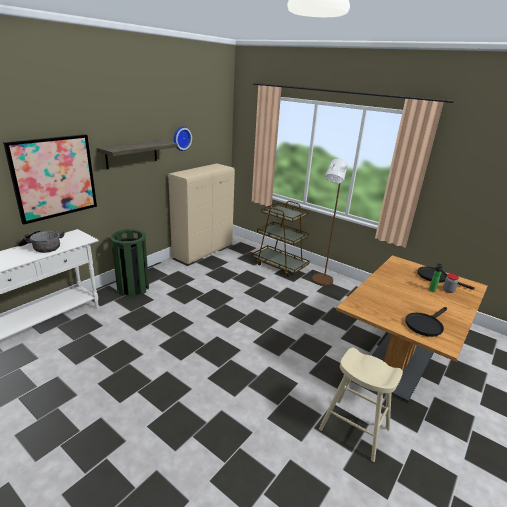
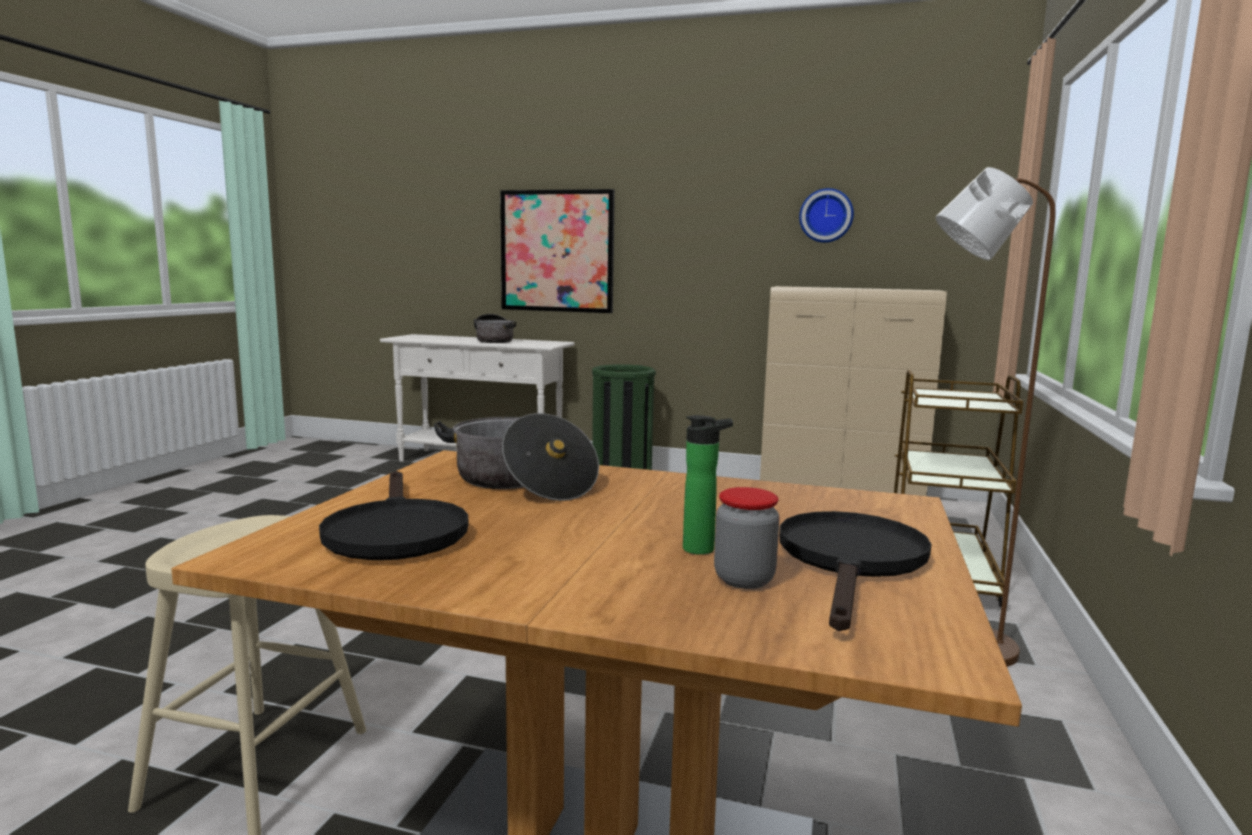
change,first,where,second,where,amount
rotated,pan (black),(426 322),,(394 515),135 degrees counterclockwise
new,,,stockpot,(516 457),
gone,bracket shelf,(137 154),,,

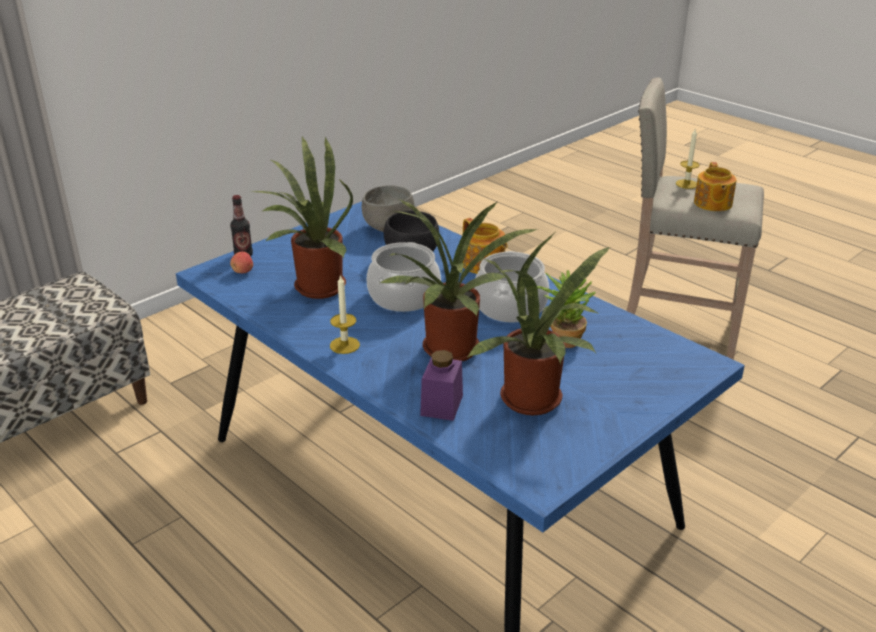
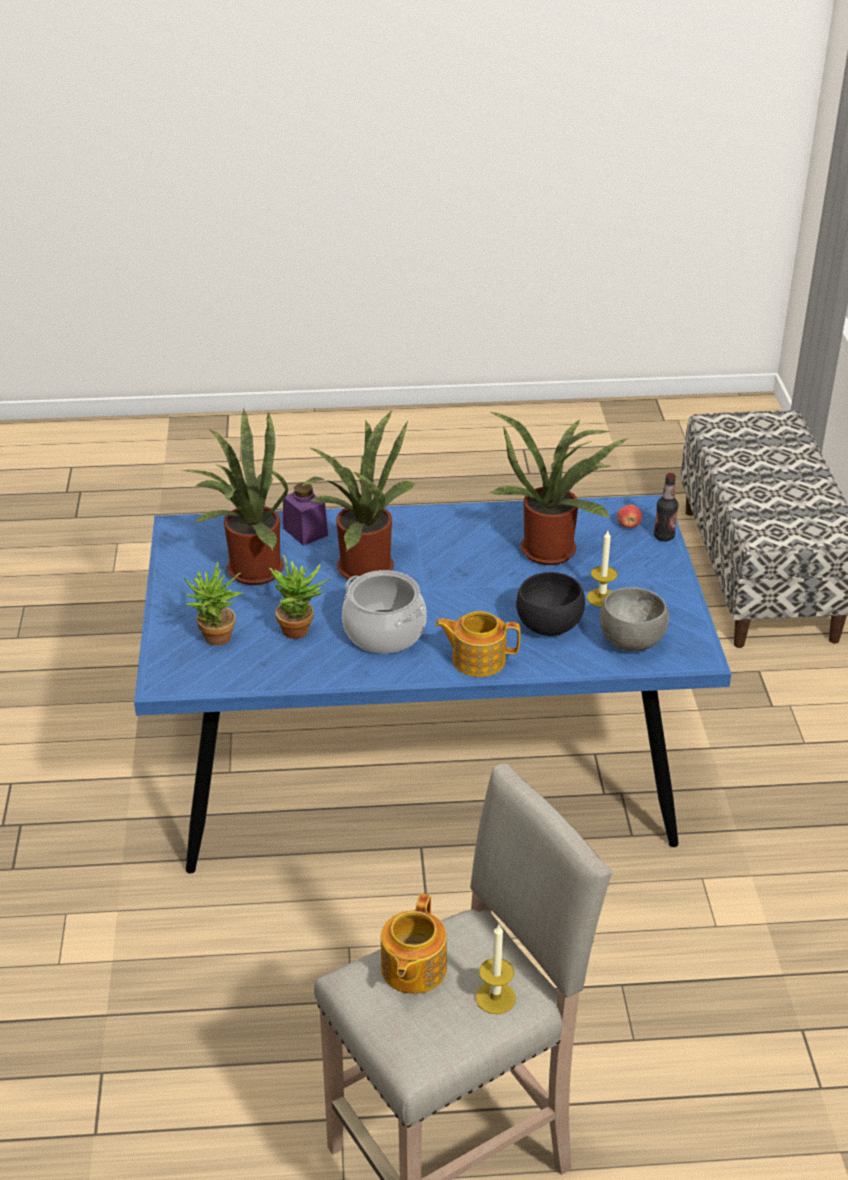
change,first,where,second,where,amount
new,,,potted plant,(214 604),
rotated,tea pot,(715 186),,(414 944),120 degrees counterclockwise
shifted,candle,(345 314),,(602 569),
gone,stockpot,(404 277),,,

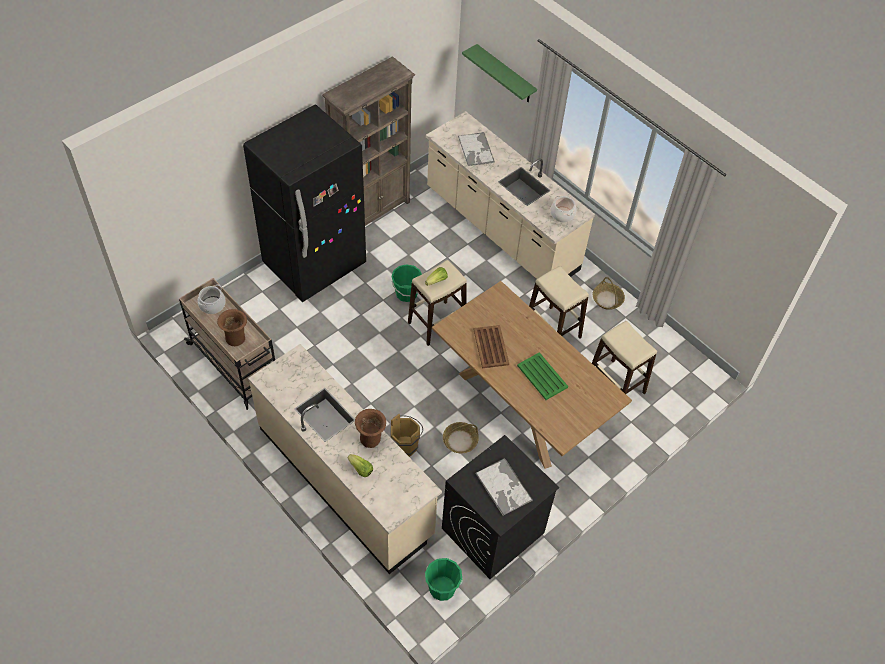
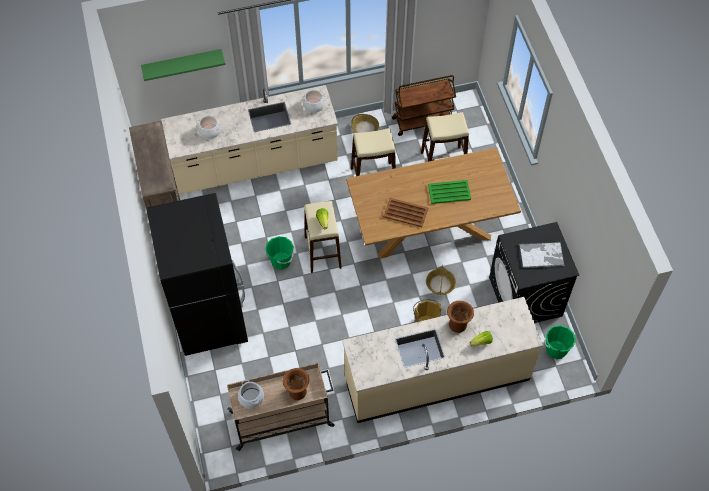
change,first,where,second,where,amount
swapped,carrying tray,(476 149),stockpot,(209 127),
new,,,trolley (brown-coloured),(424 105),

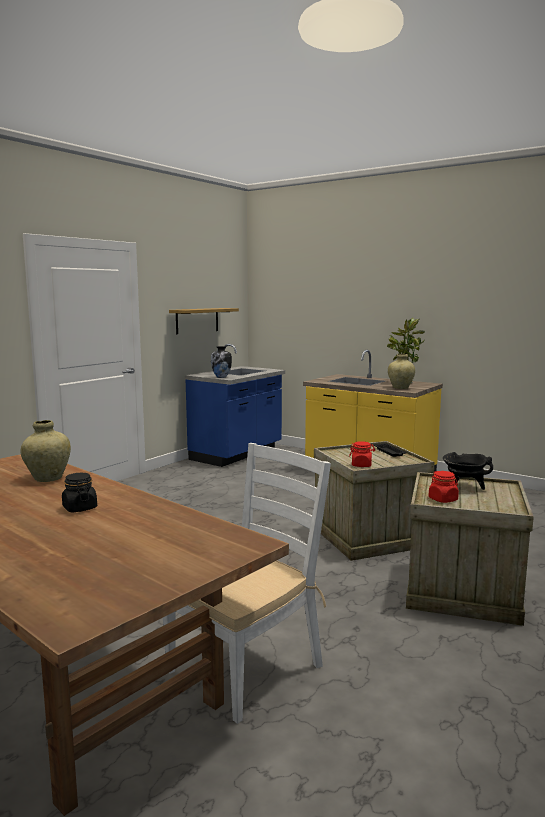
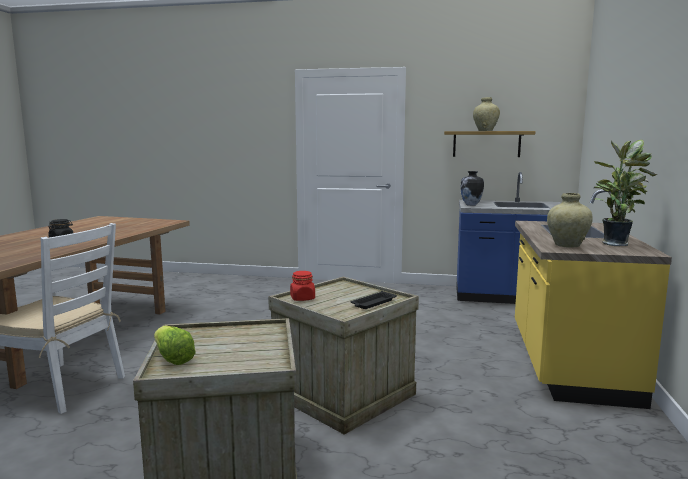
change,first,where,second,where,amount
new,,,head of lettuce,(175 345),
shifted,flower vase (beige),(46 451),,(486 114),
gone,preserve jar (red),(444 487),,,
gone,stockpot (black),(468 471),,,

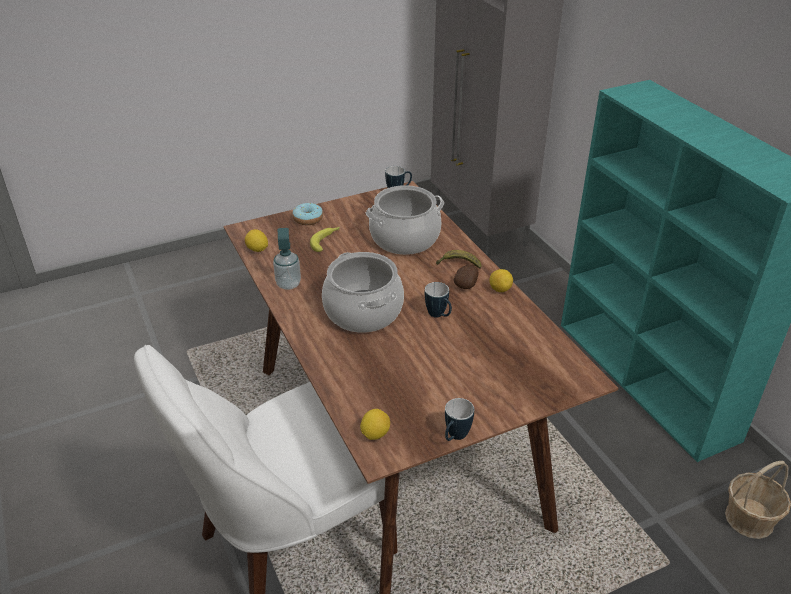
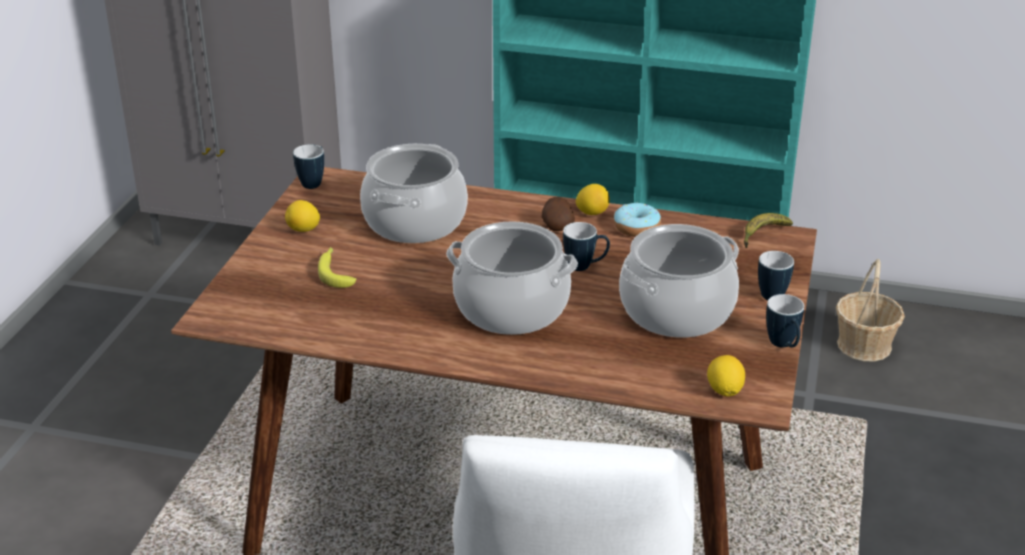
change,first,where,second,where,amount
shifted,lemon,(256 240),,(302 216),
shifted,doughnut,(308 214),,(637 220),
new,,,stockpot,(679 281),
shifted,banana fruit,(459 259),,(768 230),
new,,,coffee mug,(776 275),
gone,liquid soap bottle,(287 259),,,

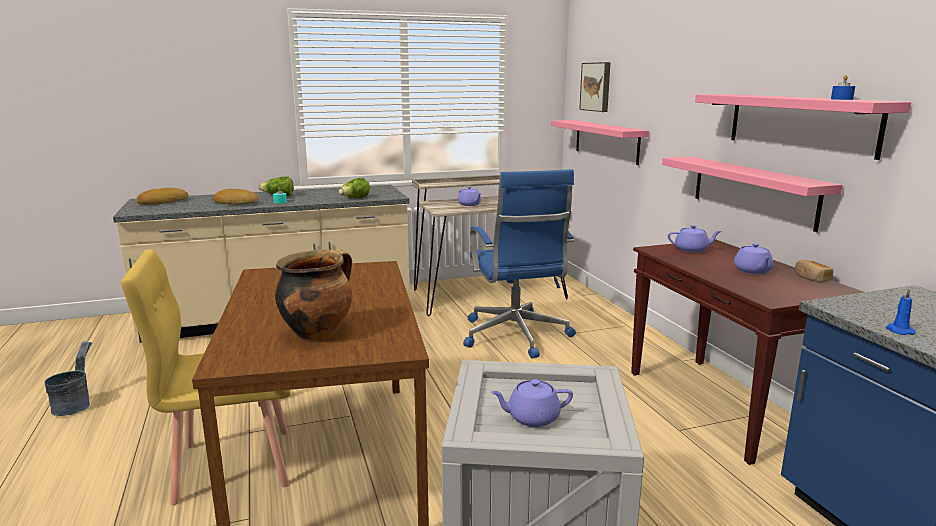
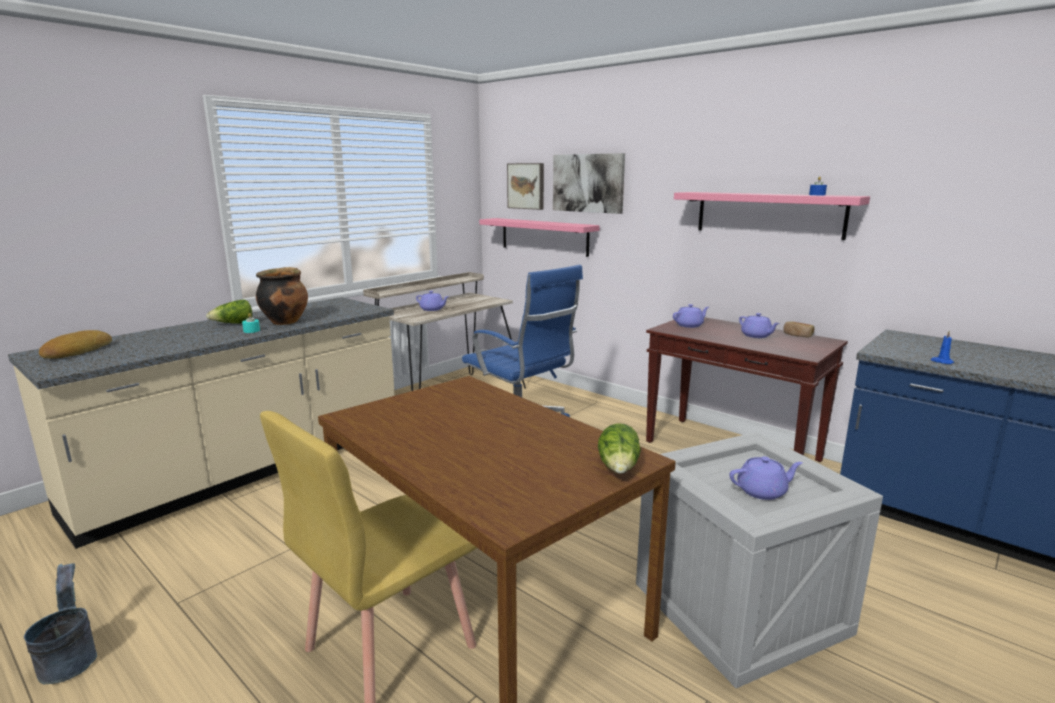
change,first,where,second,where,amount
shifted,stockpot,(313 295),,(282 296),
new,,,wall art,(589 183),
shifted,head of lettuce,(354 188),,(619 448),
rotated,tea pot (purple),(532 403),,(766 478),150 degrees counterclockwise
gone,bread,(236 197),,,
gone,bracket shelf (pink-coloured),(752 194),,,

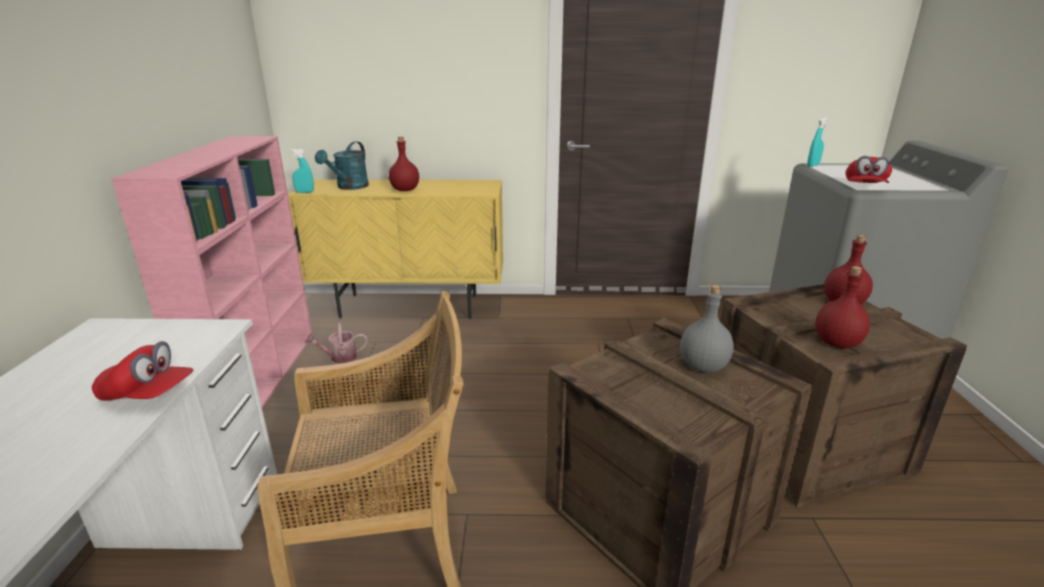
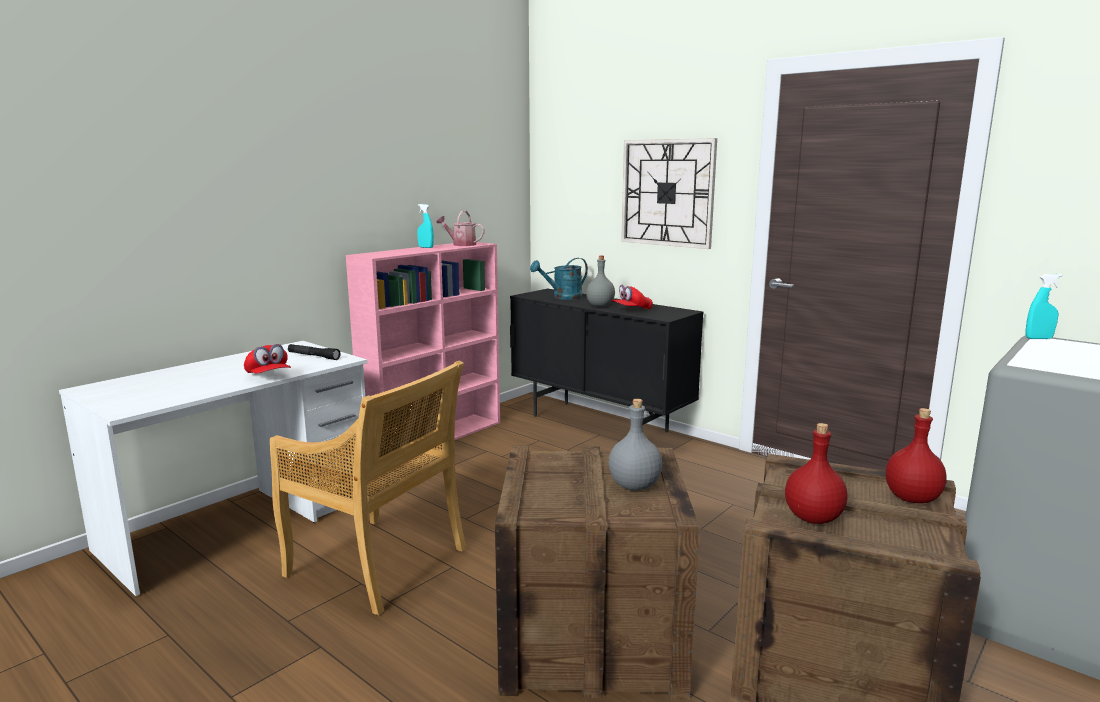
change,first,where,second,where,amount
new,,,hand torch (black),(314 352),
shifted,sprayer (blue-green),(302 171),,(425 226),
shifted,watering can,(336 343),,(460 228),
repainted,cabinet (yellow-coloured),(395 249),cabinet (black),(606 361),
repainted,beverage bottle (red),(404 164),beverage bottle (grey),(600 281),
shifted,baseball cap (red),(868 169),,(632 297),
new,,,hanging clock,(669 193),

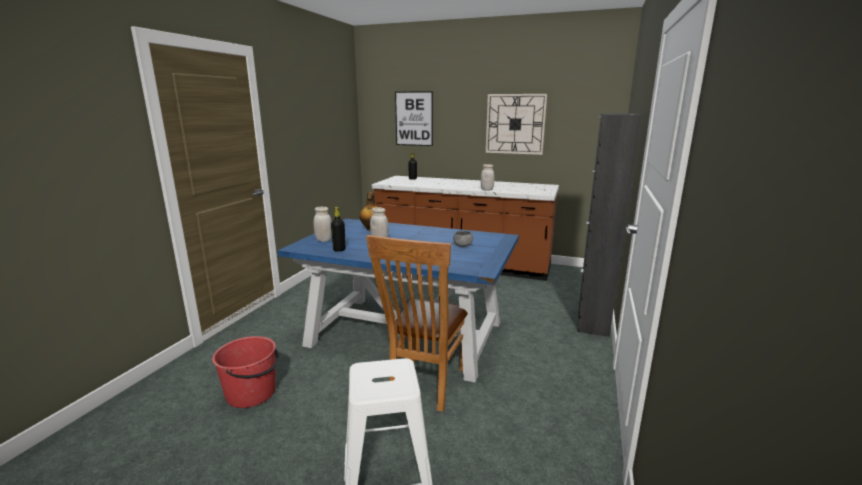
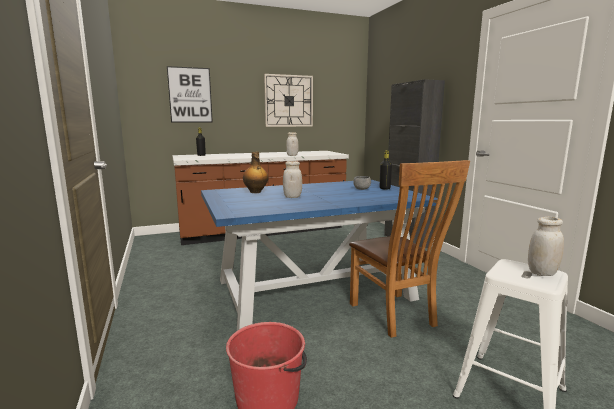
change,first,where,second,where,amount
shifted,beverage bottle (black),(338 229),,(386 169),
shifted,preserve jar (whitish),(323 224),,(546 246),

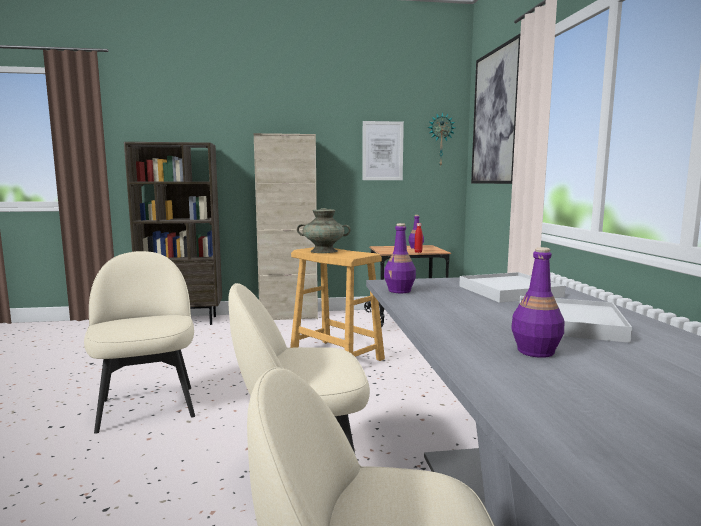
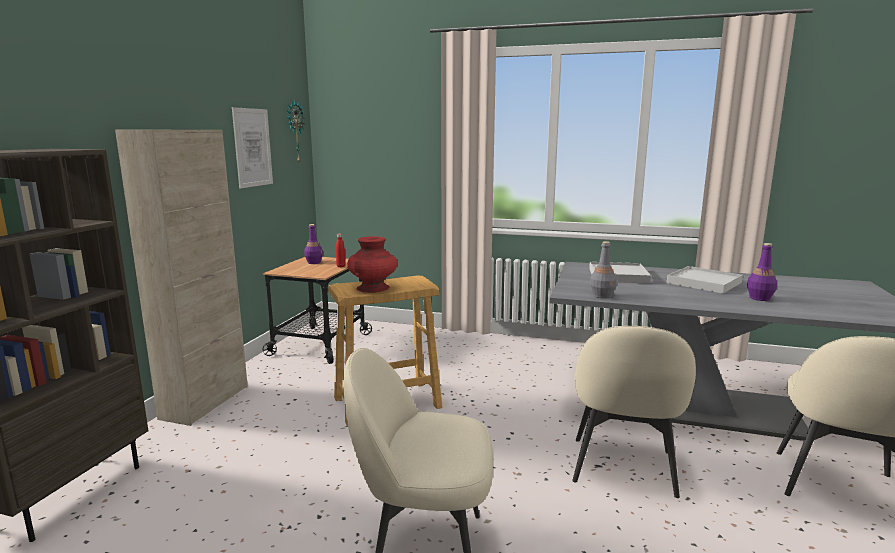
change,first,where,second,where,amount
repainted,flower vase (blue-green),(324 230),flower vase (red),(372 264),
repainted,beverage bottle (purple),(400 258),beverage bottle (grey),(603 270),
gone,wall art,(495 109),,,

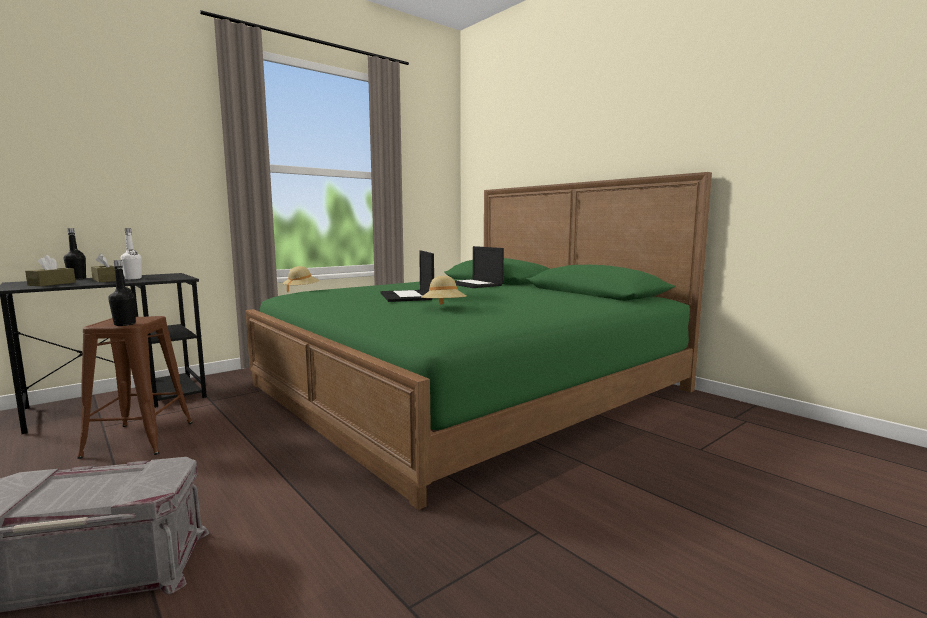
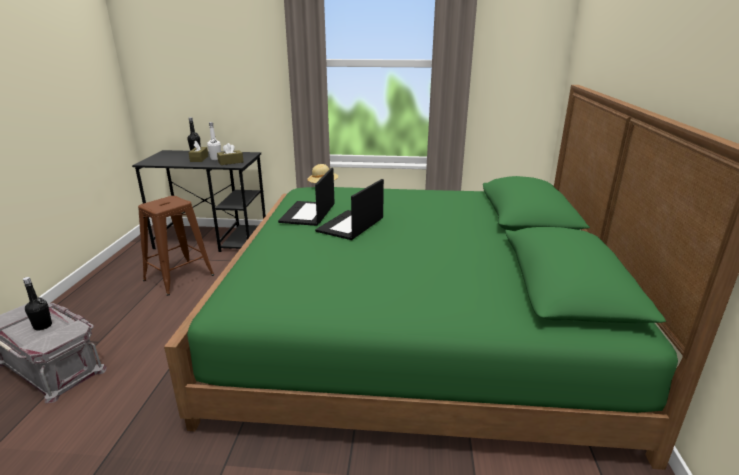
change,first,where,second,where,amount
shifted,beverage bottle (black),(122 293),,(37 304),
shifted,tissue box (brown-coloured),(50 270),,(230 154),
shifted,notebook computer,(479 267),,(306 197),
gone,clothing hat (beige),(443 290),,,

